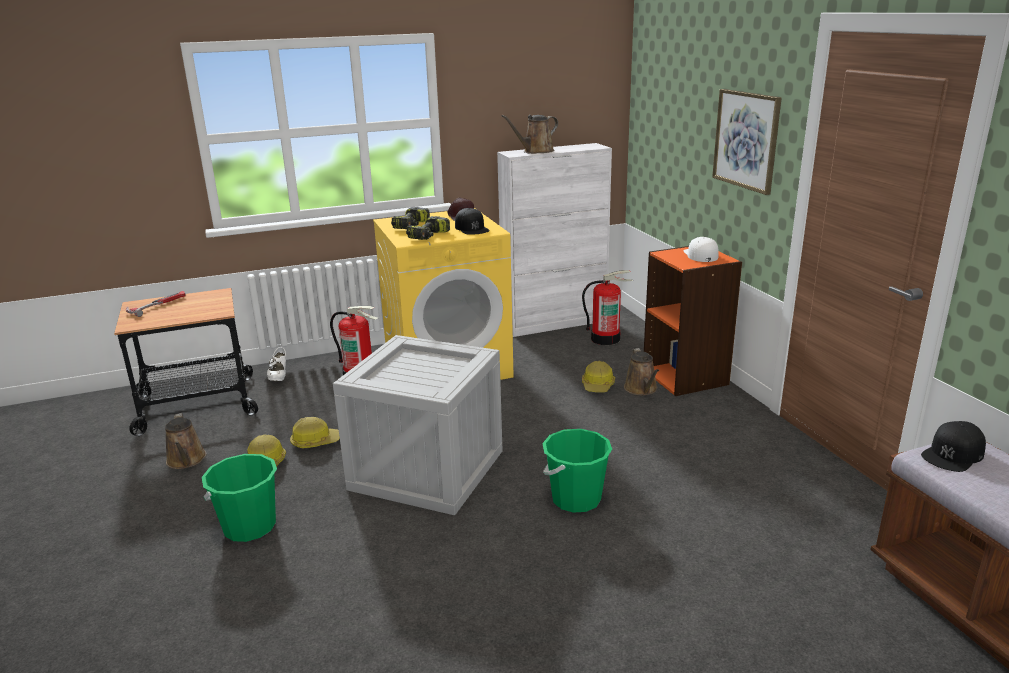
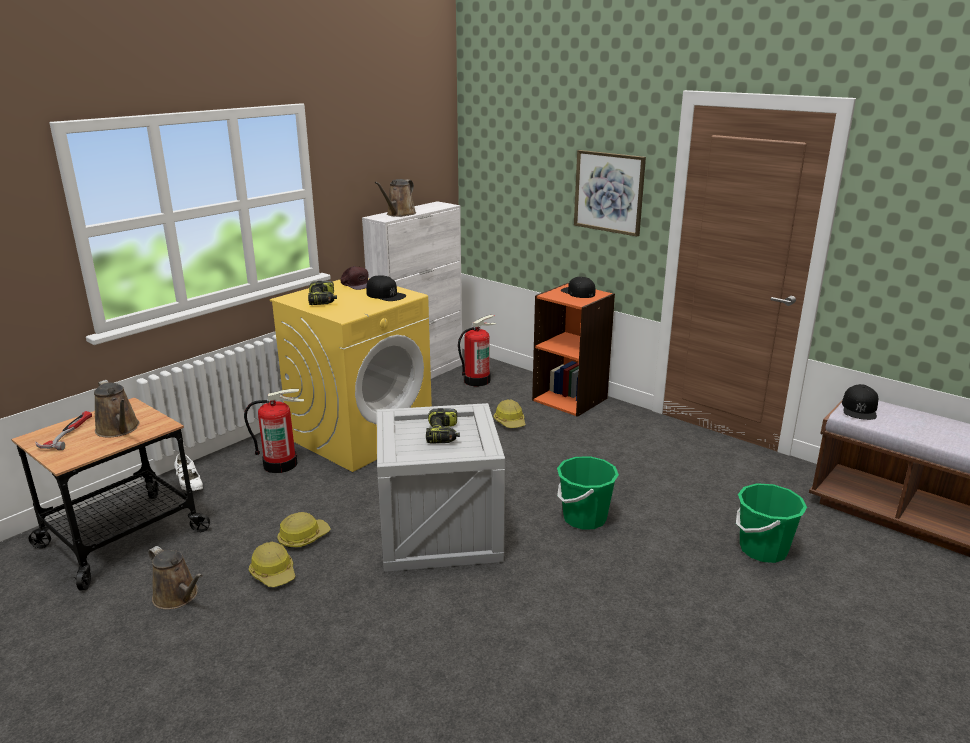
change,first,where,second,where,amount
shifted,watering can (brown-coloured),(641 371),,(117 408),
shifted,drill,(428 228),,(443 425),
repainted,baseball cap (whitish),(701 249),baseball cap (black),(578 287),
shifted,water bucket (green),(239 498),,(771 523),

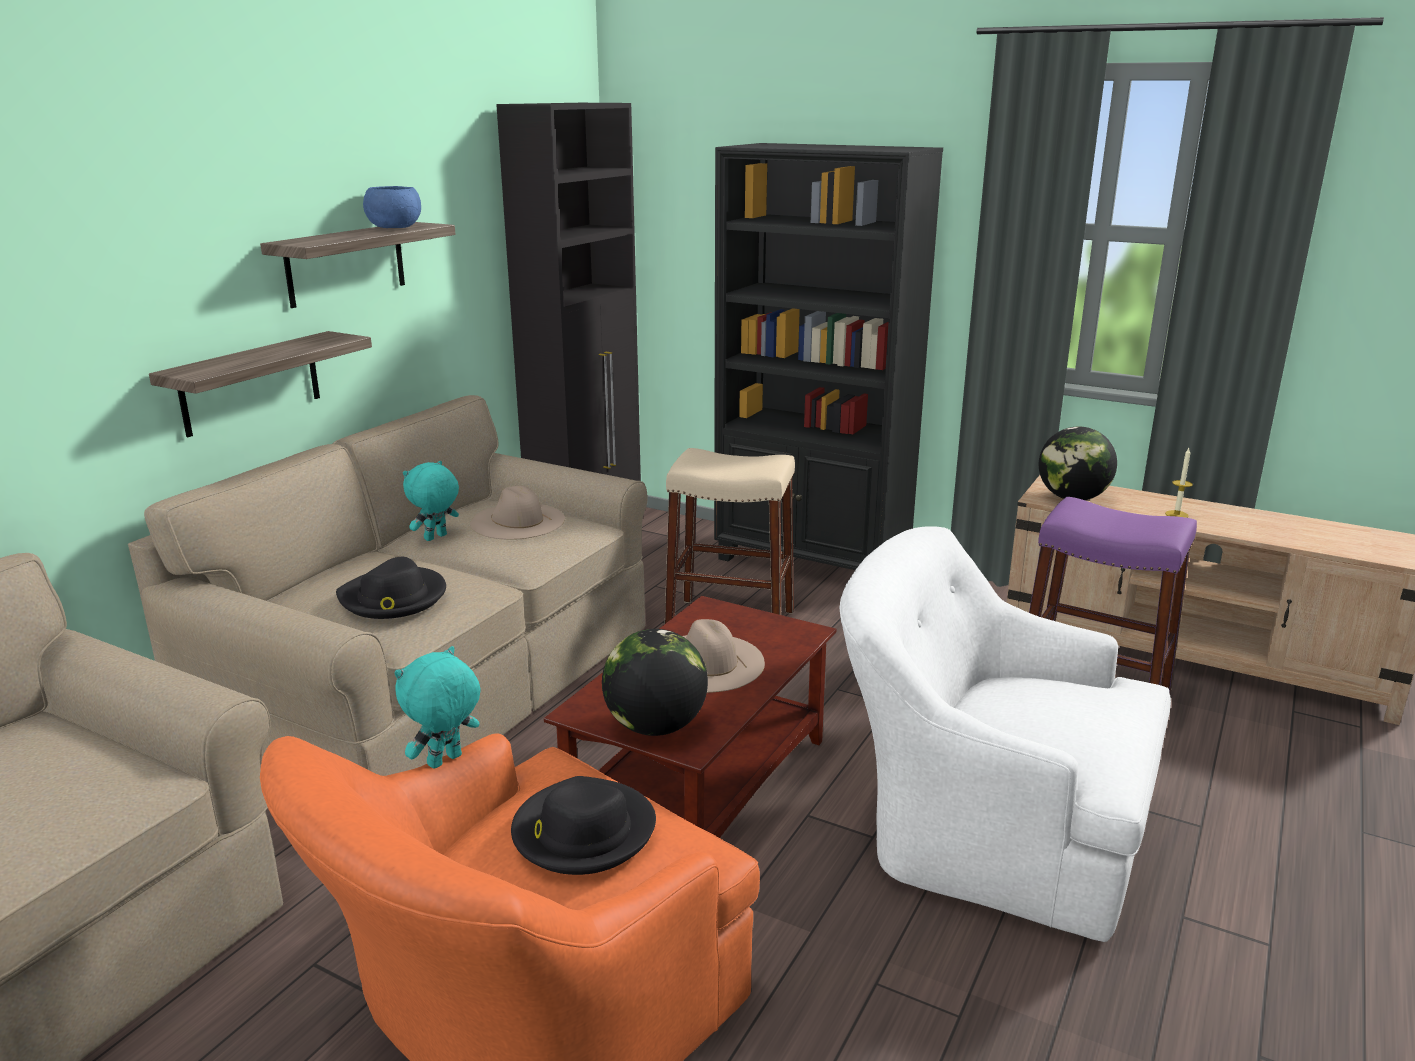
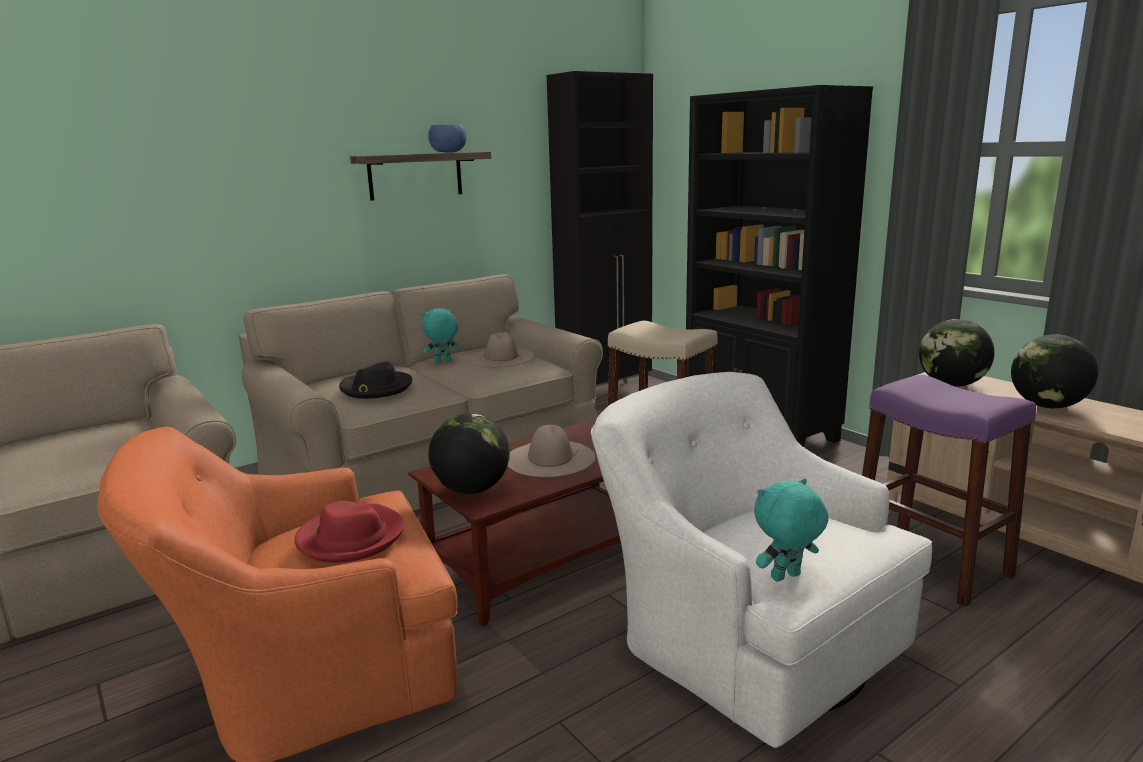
change,first,where,second,where,amount
repainted,clothing hat (black),(583 825),clothing hat (red),(349 532),
shifted,plush toy (blue-green),(437 707),,(791 530),
swapped,candle,(1179 483),desk globe,(1054 371),
gone,bracket shelf,(260 384),,,

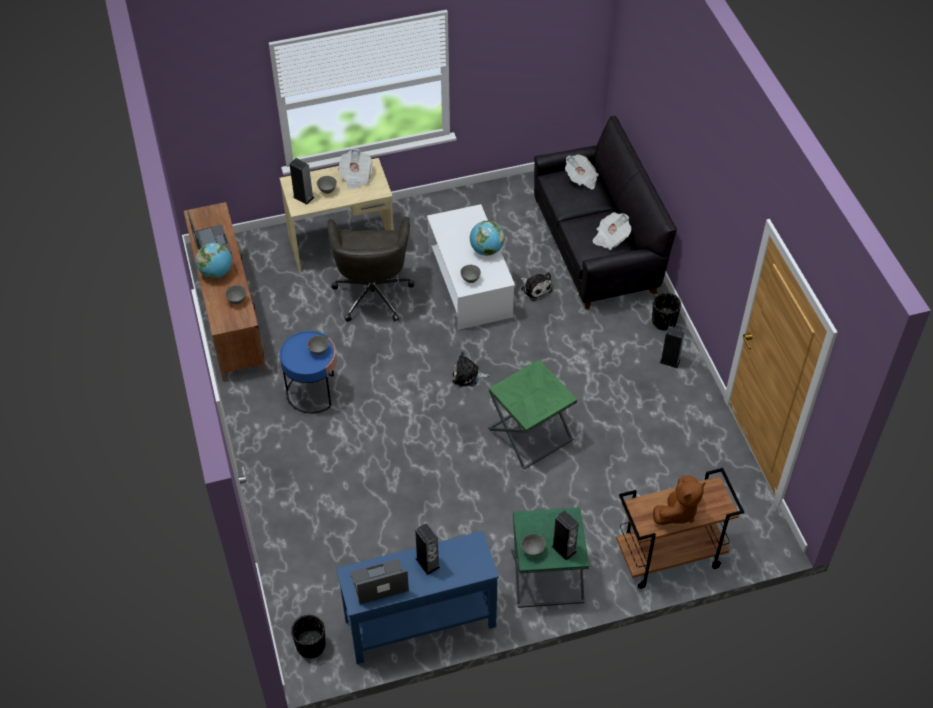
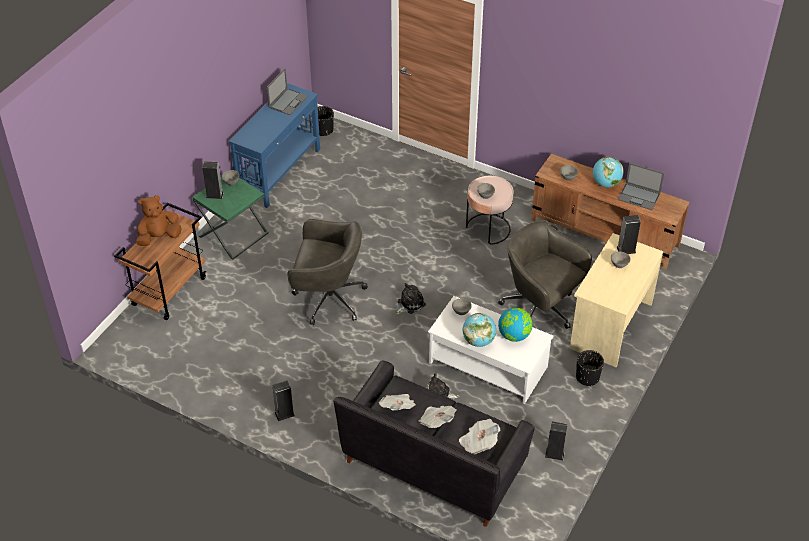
change,first,where,second,where,amount
rotated,plush toy (brown-coloured),(679 500),,(159 220),60 degrees clockwise
swapped,end table (green),(532 414),office chair (grey),(327 272),
shifted,printed paper,(355 169),,(437 417),
repainted,end table (bluish),(308 372),end table (pink-coloured),(489 210),
new,,,desk globe,(515 325),
shifted,loudspeaker,(427 549),,(556 441),
shifted,flower pot (black),(666 311),,(590 368),

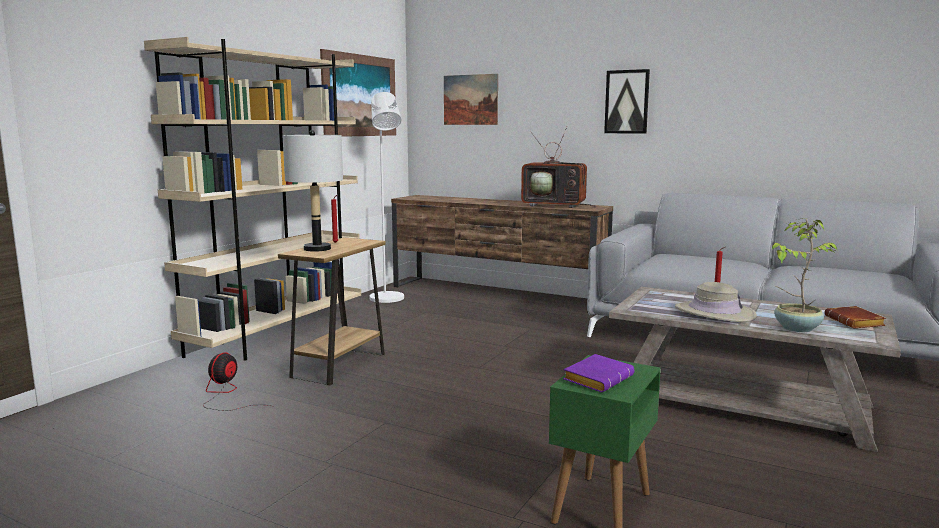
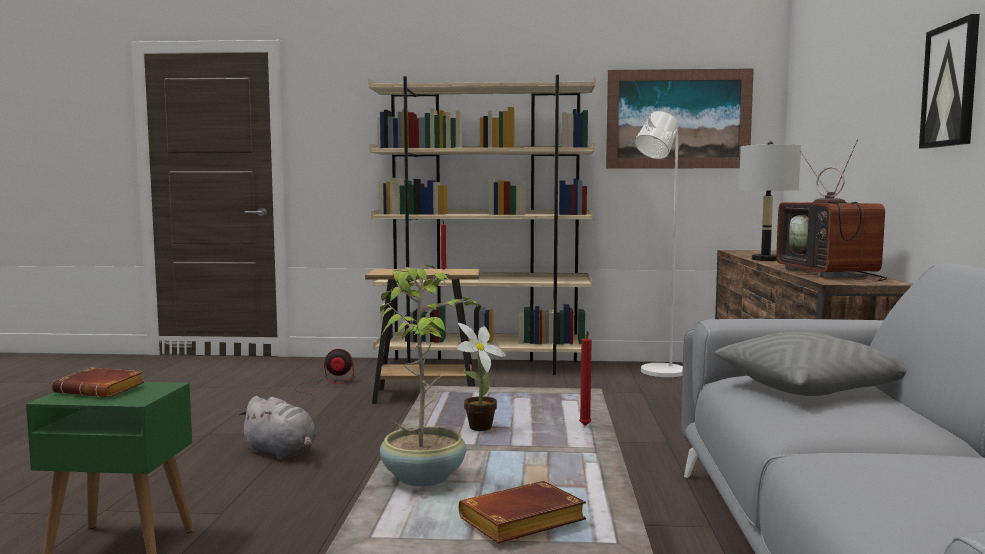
change,first,where,second,where,amount
repainted,volume (purple),(598 373),volume (brown-coloured),(98 382),
new,,,plush toy (grey),(277 428),
swapped,clothing hat (beige),(716 302),potted plant,(481 377),
new,,,cushion (grey),(810 364),
shifted,table lamp (grey),(312 191),,(770 201),
gone,wall art,(471 99),,,

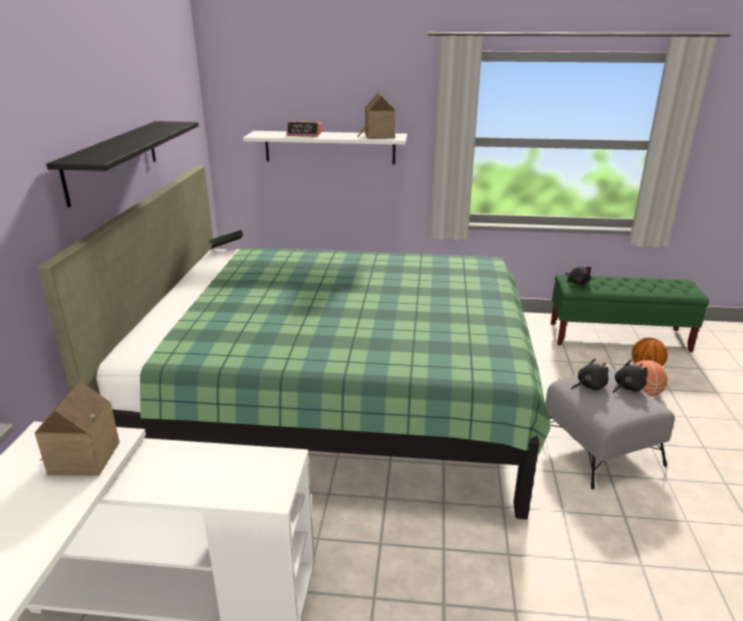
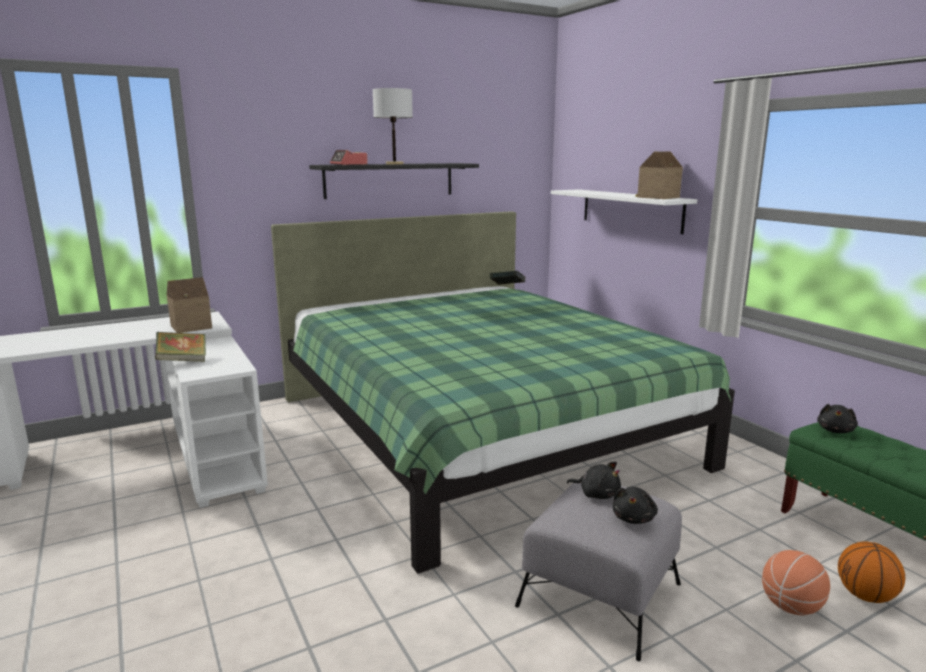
change,first,where,second,where,amount
new,,,volume,(180 347),
shifted,bedside clock,(304 129),,(349 157),
new,,,table lamp (whitish),(393 126),
rotated,plush toy (black),(630 376),,(635 505),90 degrees clockwise

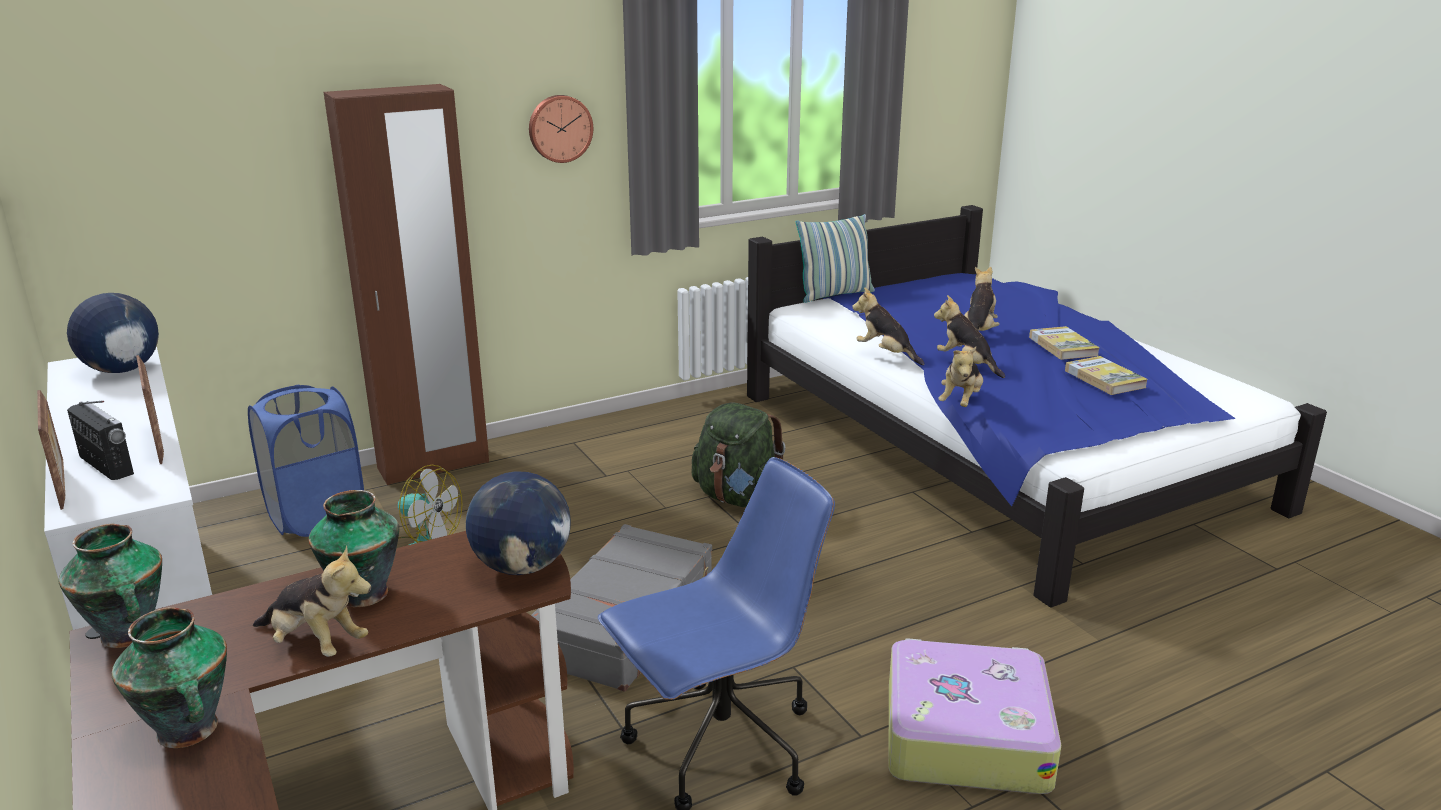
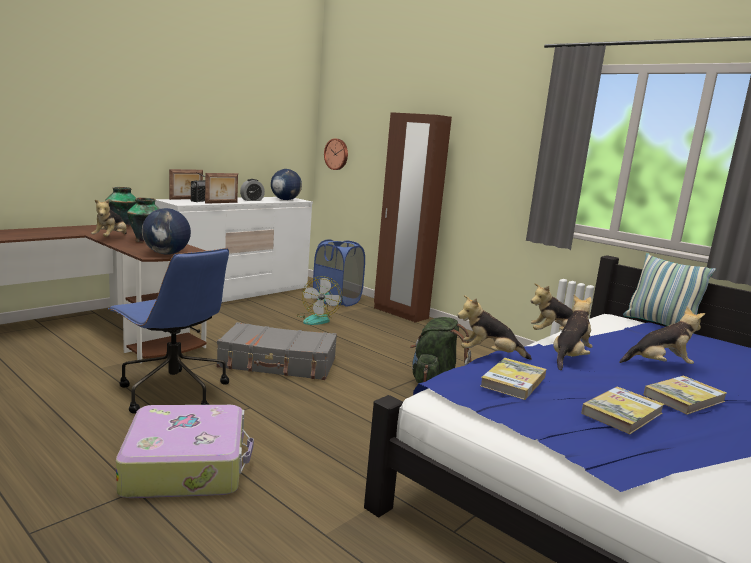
change,first,where,second,where,amount
new,,,bedside clock,(252 190),
shifted,hanging clock,(561 129),,(336 154),
new,,,volume,(513 379),
rotated,plush toy,(888 326),,(560 310),120 degrees counterclockwise
gone,flower vase,(169 677),,,

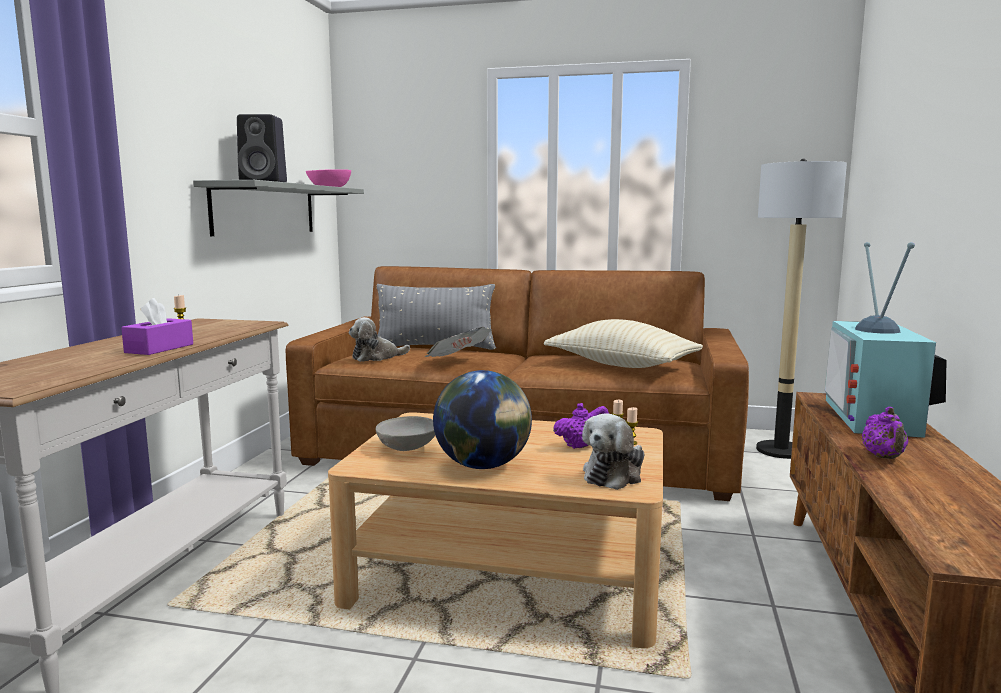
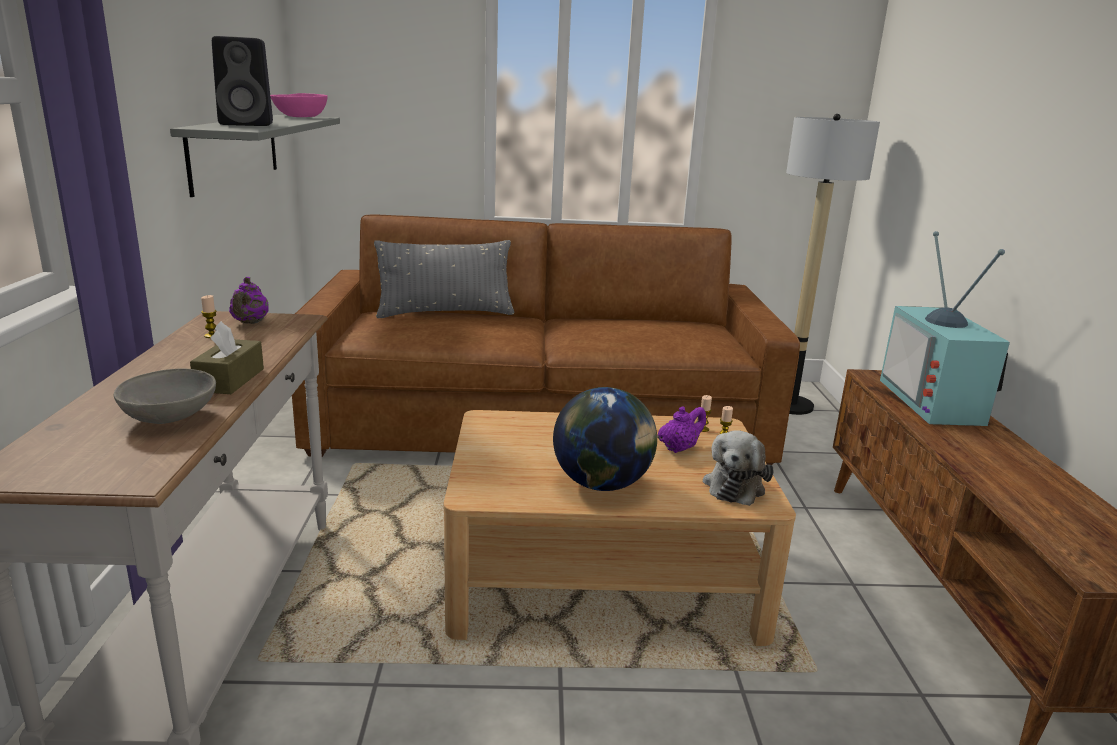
change,first,where,second,where,amount
shifted,deep dish (grey),(405 433),,(165 396),
repainted,tissue box (purple),(157 326),tissue box (brown-coloured),(227 357),
shifted,tea pot (purple),(885 433),,(249 300),
gone,plush toy,(379 339),,,
gone,printed paper,(458 342),,,
gone,cushion (beige),(623 343),,,

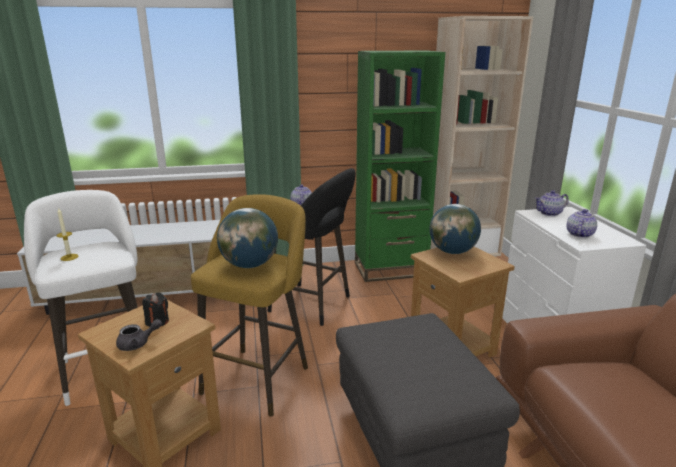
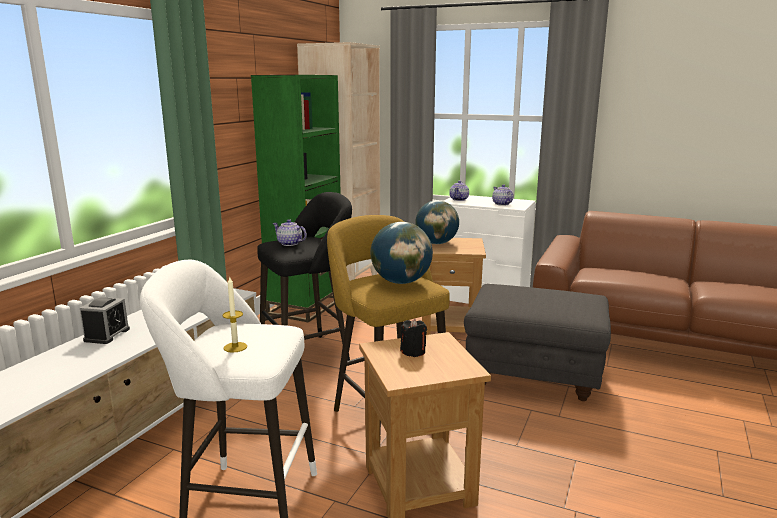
change,first,where,second,where,amount
new,,,bedside clock,(105 320),
gone,tea pot (grey),(139 335),,,

